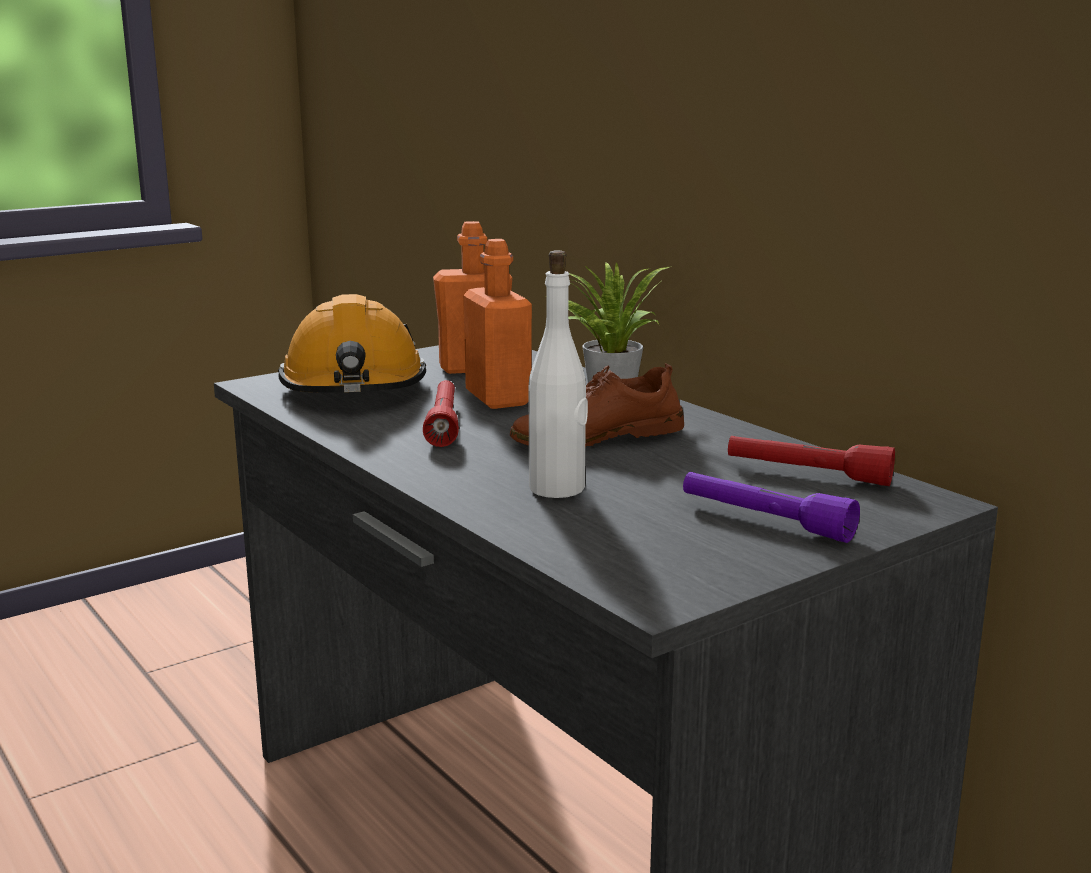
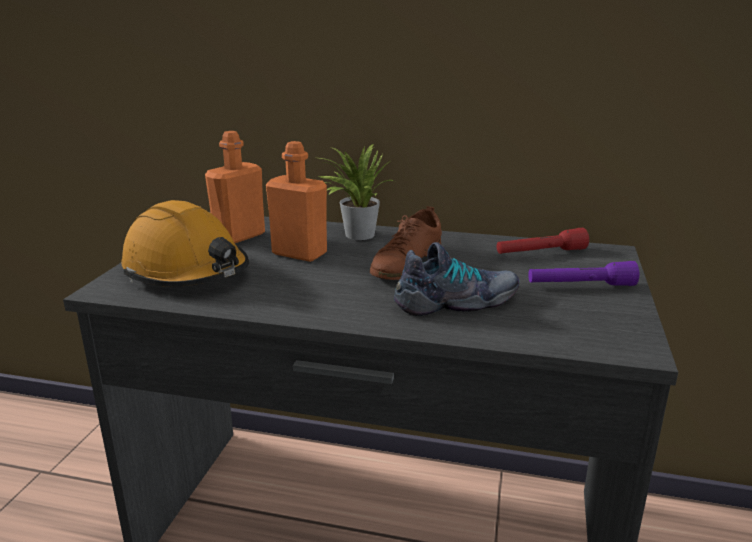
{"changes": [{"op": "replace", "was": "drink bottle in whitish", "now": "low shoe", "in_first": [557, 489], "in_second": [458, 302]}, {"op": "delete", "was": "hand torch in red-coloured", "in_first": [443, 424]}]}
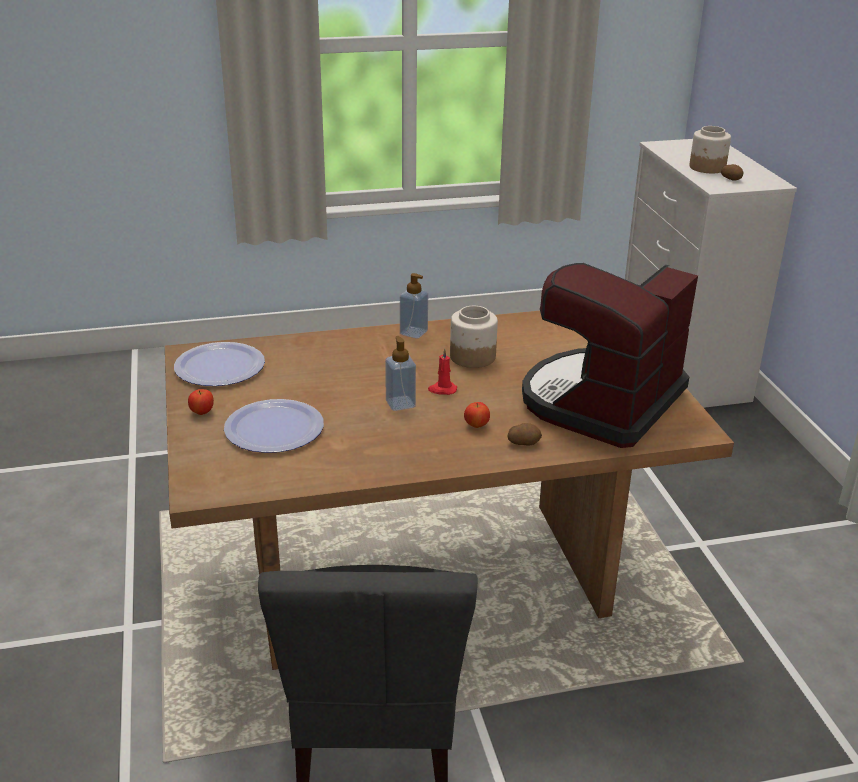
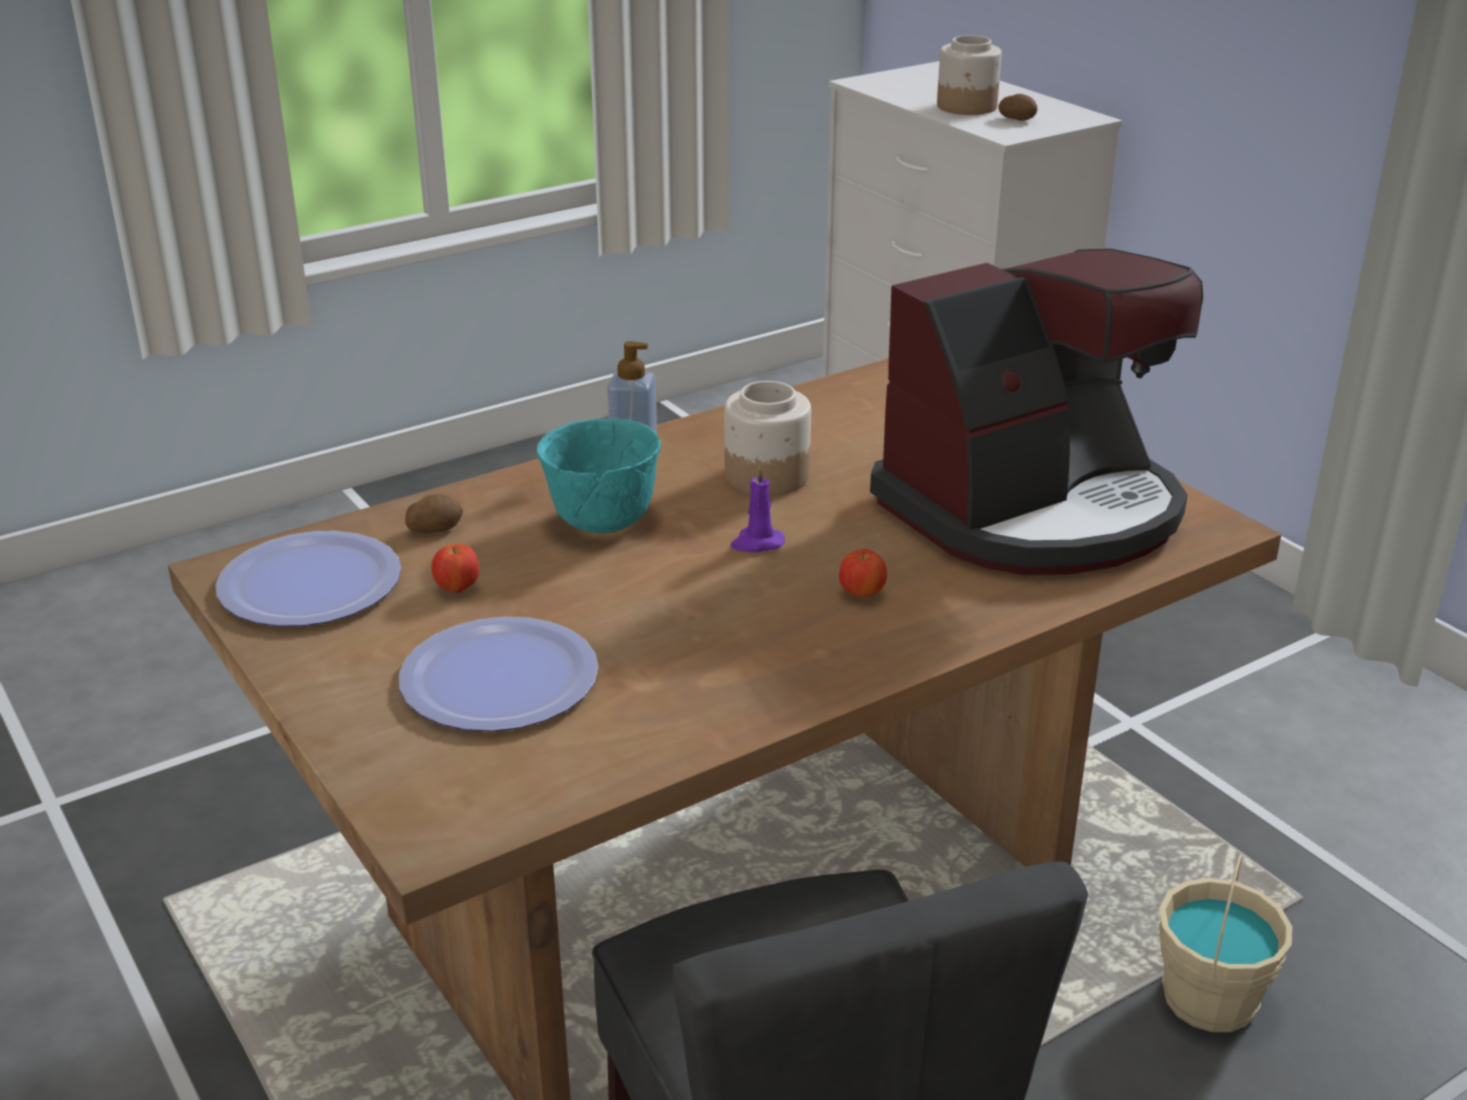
{"changes": [{"op": "move", "was": "spud", "in_first": [523, 442], "in_second": [434, 528]}, {"op": "move", "was": "apple", "in_first": [202, 412], "in_second": [457, 588]}, {"op": "insert", "now": "bowl in blue-green", "in_second": [602, 522]}, {"op": "recolor", "was": "wax candle in red-coloured", "now": "wax candle in purplish", "in_first": [442, 390], "in_second": [756, 543]}, {"op": "rotate", "was": "coffee brewer", "in_first": [601, 402], "in_second": [1033, 510], "clockwise": -135}, {"op": "insert", "now": "water bucket in beige", "in_second": [1208, 998]}, {"op": "delete", "was": "soap bottle", "in_first": [400, 404]}]}
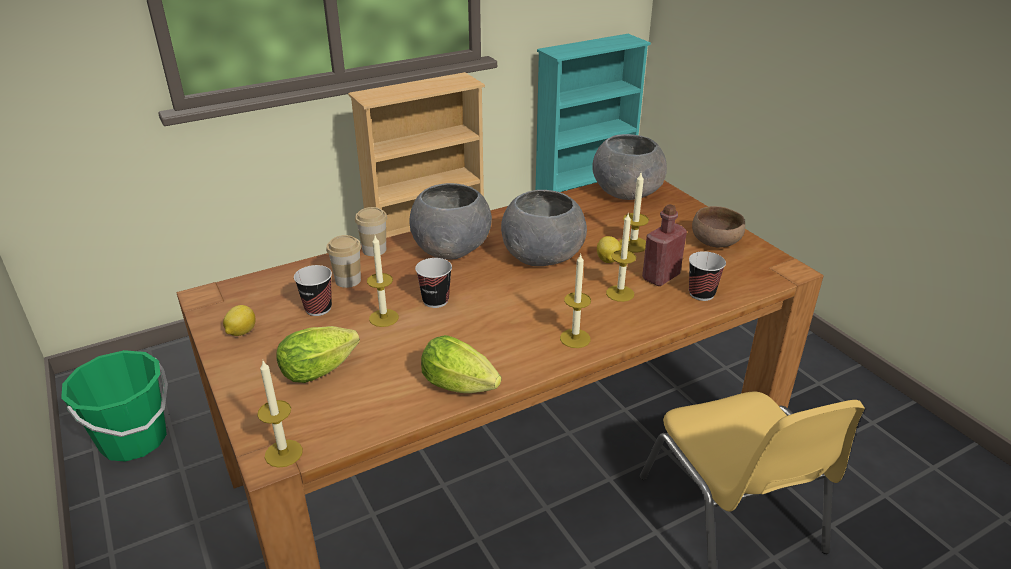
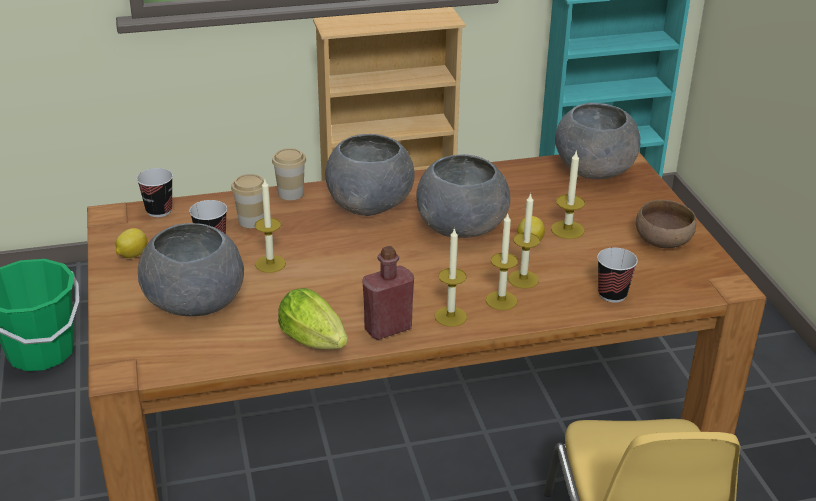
{"changes": [{"op": "move", "was": "cup", "in_first": [435, 301], "in_second": [159, 210]}, {"op": "replace", "was": "lettuce head", "now": "bowl in grey", "in_first": [323, 369], "in_second": [193, 303]}, {"op": "move", "was": "drink bottle in red-coloured", "in_first": [660, 277], "in_second": [388, 328]}, {"op": "move", "was": "wax candle", "in_first": [283, 453], "in_second": [501, 300]}]}
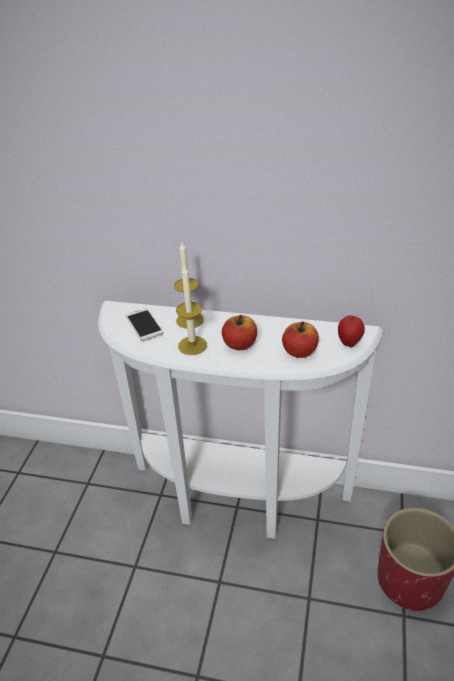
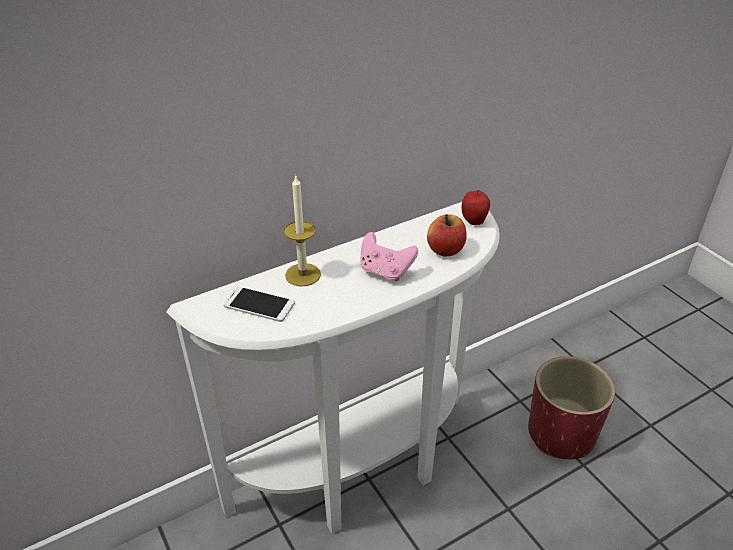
{"changes": [{"op": "replace", "was": "apple", "now": "joypad in pinkish", "in_first": [240, 344], "in_second": [385, 271]}, {"op": "delete", "was": "wax candle", "in_first": [192, 345]}]}
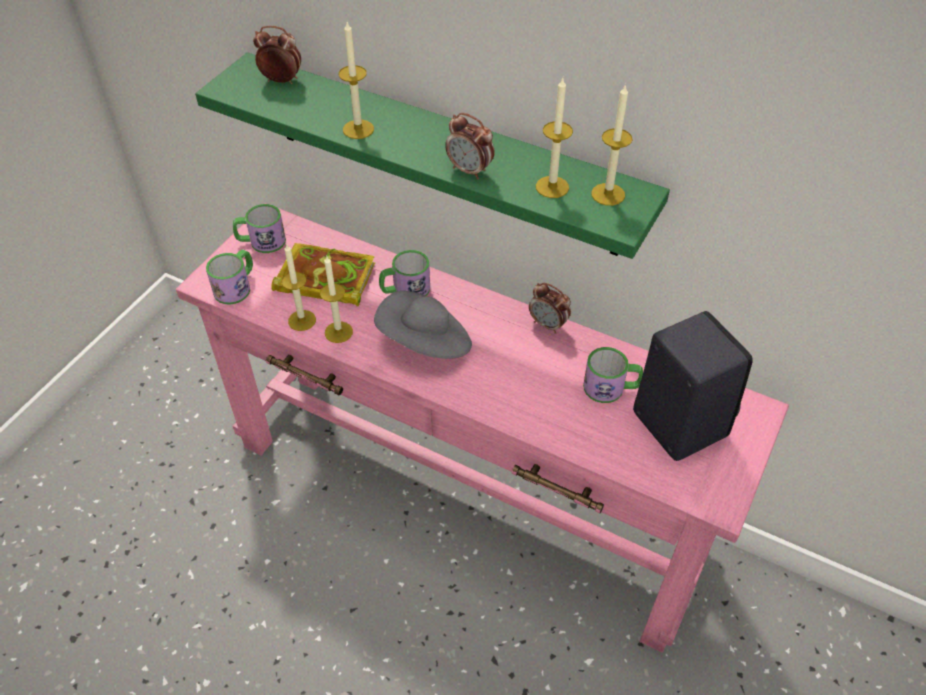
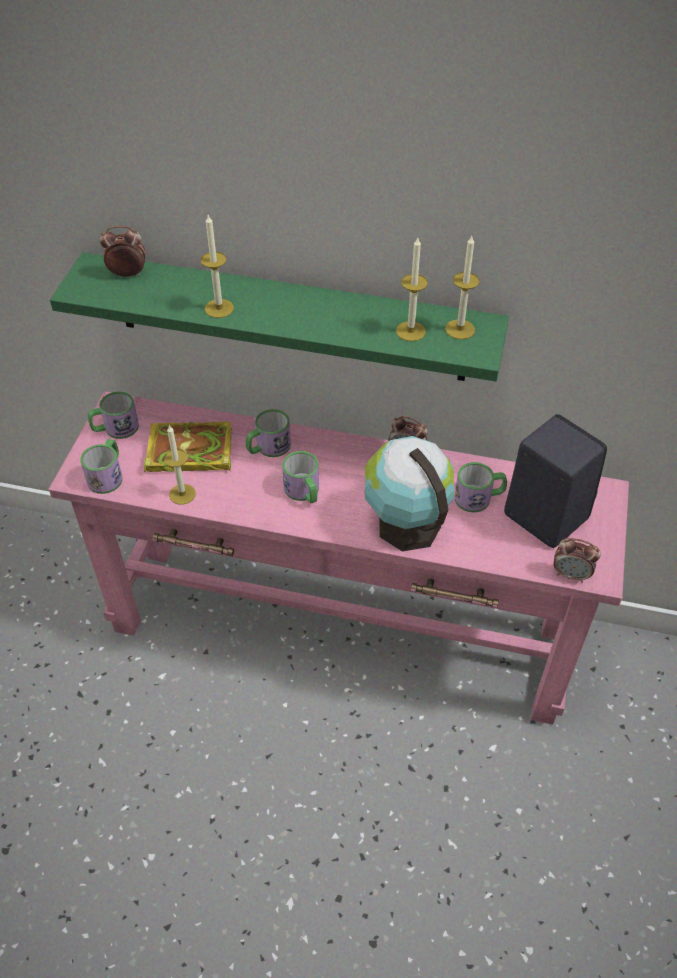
{"changes": [{"op": "replace", "was": "wearable hat in grey", "now": "mug", "in_first": [425, 343], "in_second": [304, 492]}, {"op": "insert", "now": "desk globe", "in_second": [405, 523]}, {"op": "move", "was": "table clock", "in_first": [470, 171], "in_second": [571, 574]}, {"op": "delete", "was": "wax candle", "in_first": [338, 332]}]}
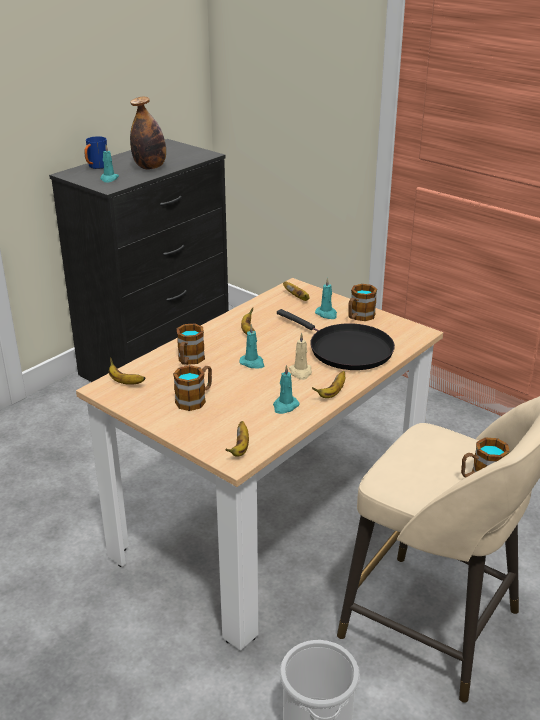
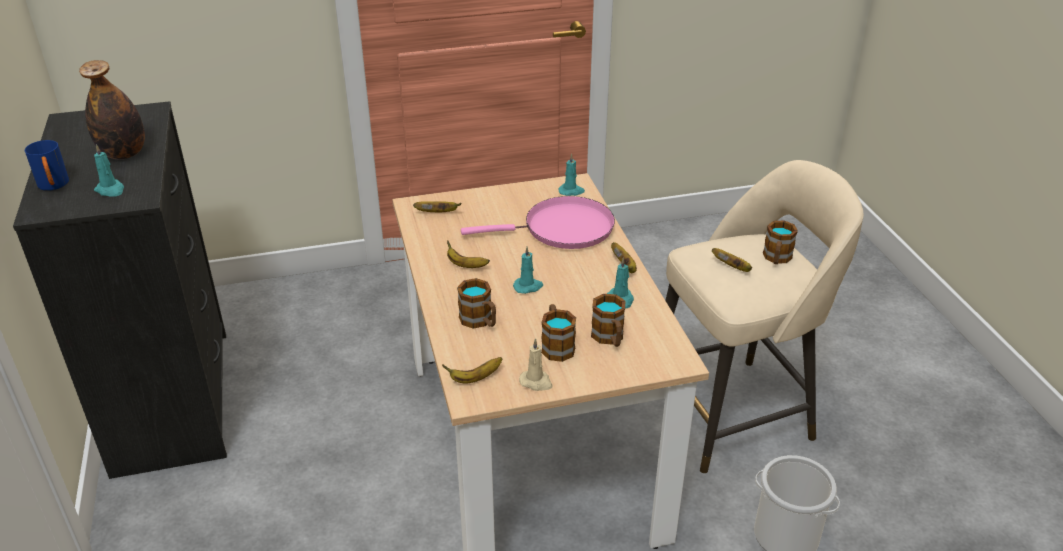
{"changes": [{"op": "recolor", "was": "skillet in blackish", "now": "skillet in pinkish", "in_first": [346, 350], "in_second": [562, 229]}, {"op": "move", "was": "wax candle in beige", "in_first": [300, 372], "in_second": [536, 382]}, {"op": "move", "was": "wax candle in blue-green", "in_first": [326, 314], "in_second": [571, 191]}, {"op": "move", "was": "mug", "in_first": [359, 317], "in_second": [609, 338]}, {"op": "move", "was": "whole banana", "in_first": [240, 448], "in_second": [732, 267]}]}
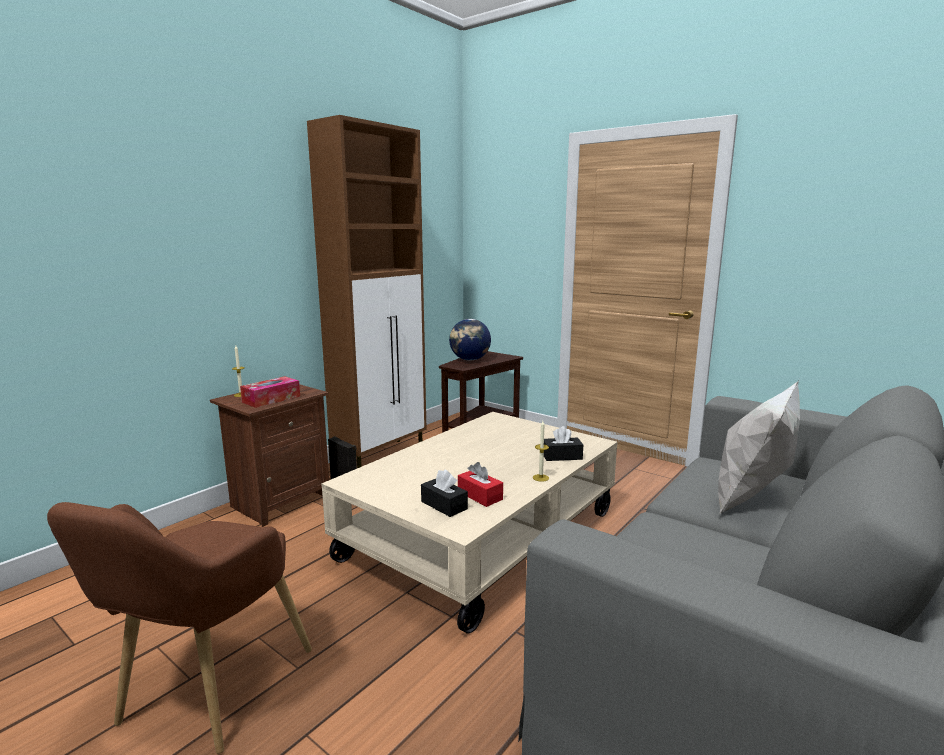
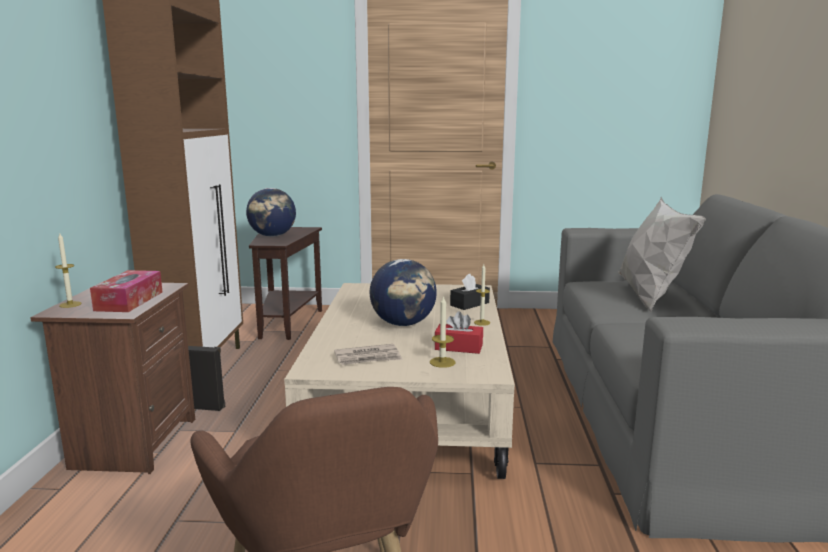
{"changes": [{"op": "insert", "now": "daily paper", "in_second": [368, 358]}, {"op": "insert", "now": "desk globe", "in_second": [403, 324]}, {"op": "replace", "was": "tissue holder in blackish", "now": "wax candle", "in_first": [444, 505], "in_second": [442, 362]}]}
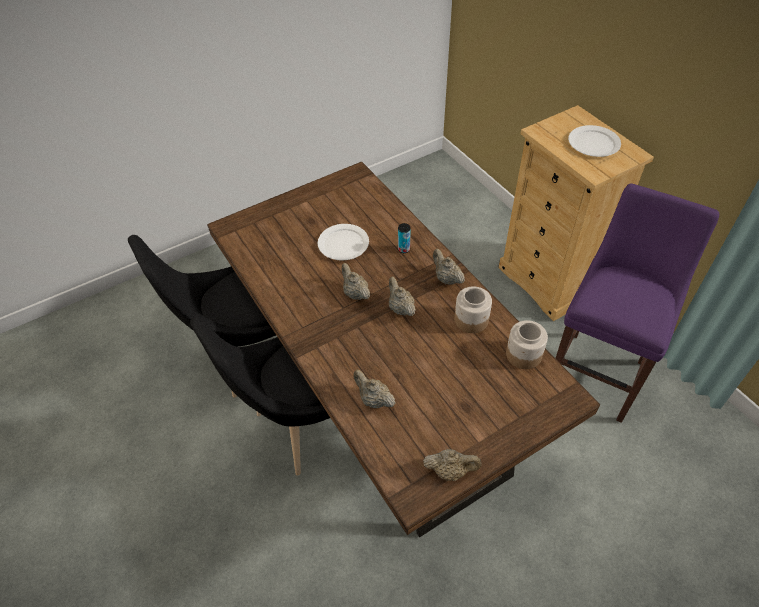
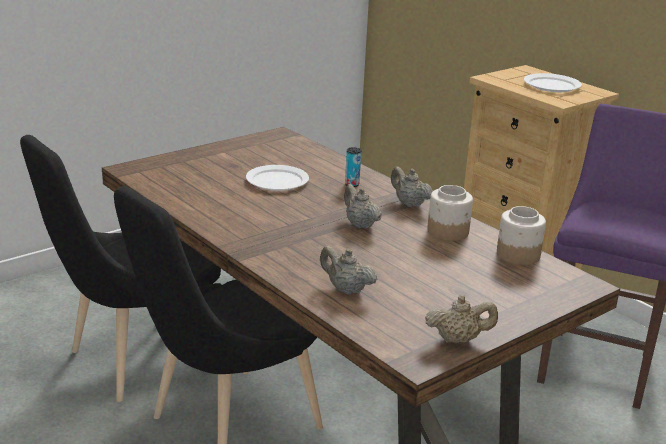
{"changes": [{"op": "delete", "was": "pot for tea in beige", "in_first": [355, 293]}]}
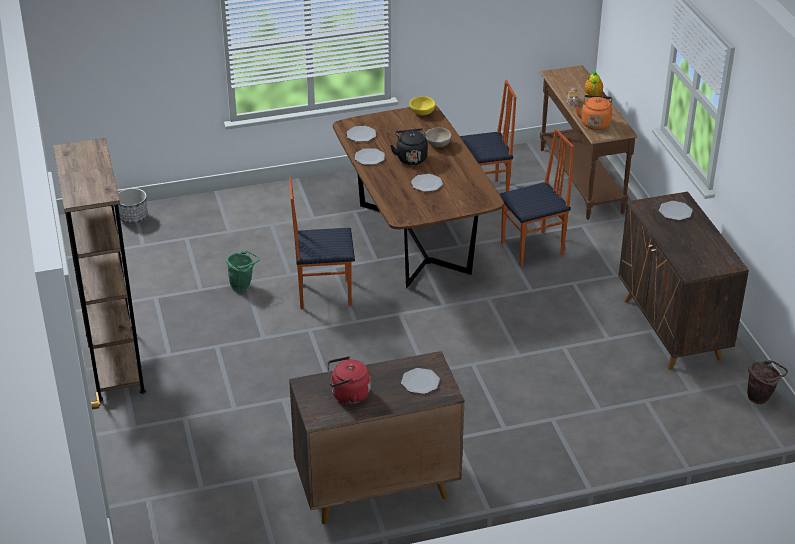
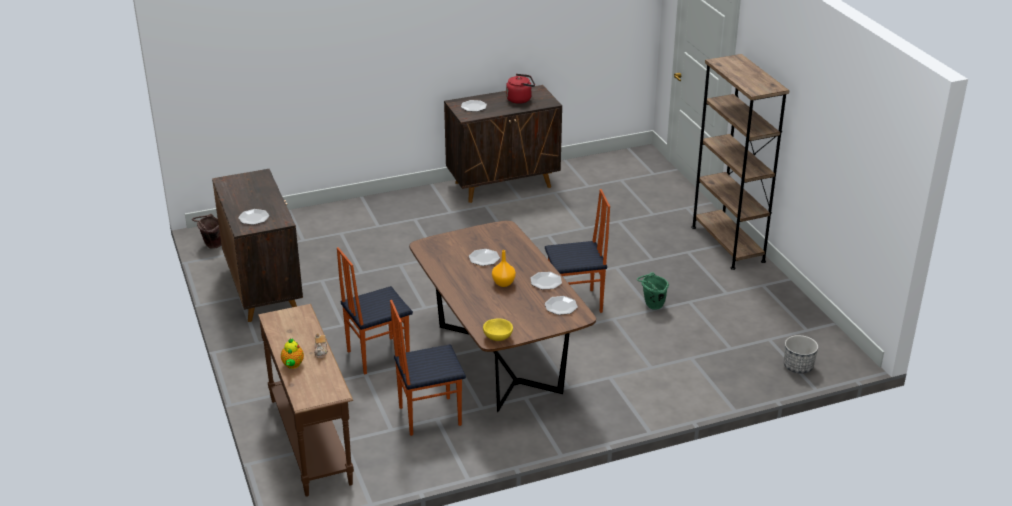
{"changes": [{"op": "replace", "was": "kettle in blackish", "now": "decorative vase in orange", "in_first": [411, 158], "in_second": [503, 283]}, {"op": "delete", "was": "bowl in beige", "in_first": [437, 144]}, {"op": "delete", "was": "kettle in orange", "in_first": [595, 123]}]}
